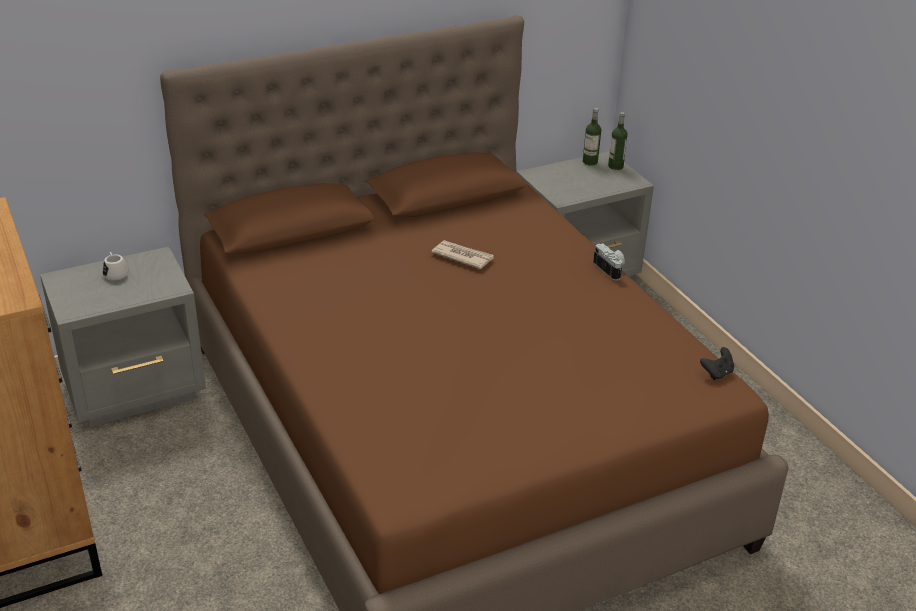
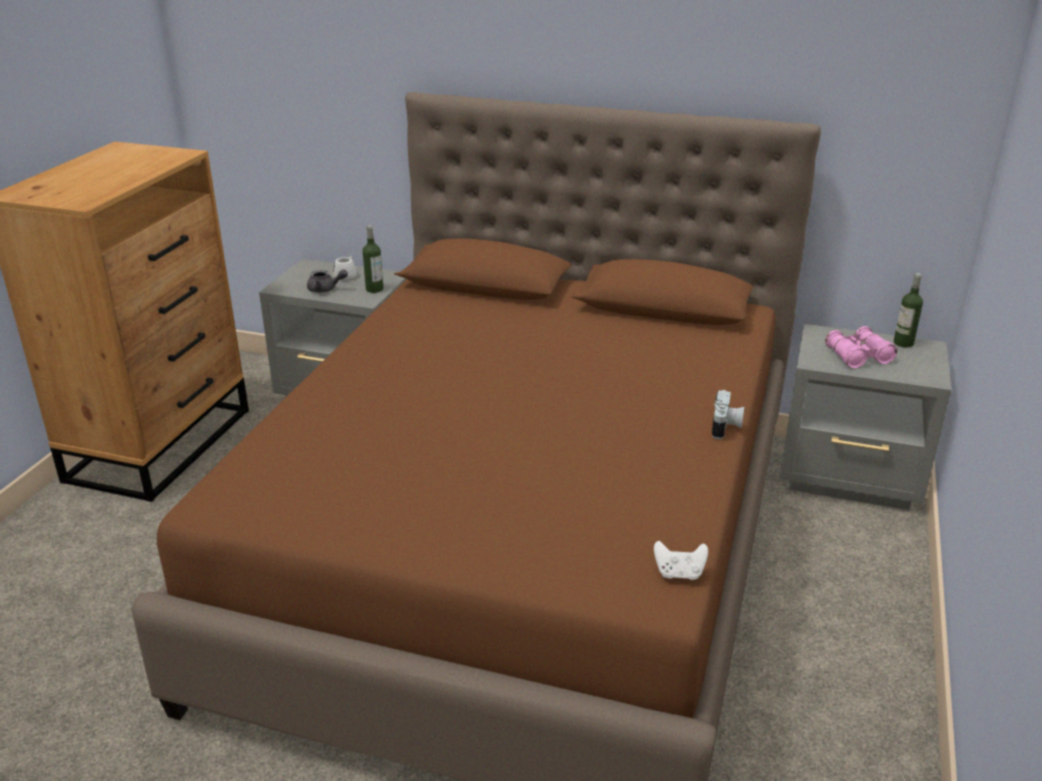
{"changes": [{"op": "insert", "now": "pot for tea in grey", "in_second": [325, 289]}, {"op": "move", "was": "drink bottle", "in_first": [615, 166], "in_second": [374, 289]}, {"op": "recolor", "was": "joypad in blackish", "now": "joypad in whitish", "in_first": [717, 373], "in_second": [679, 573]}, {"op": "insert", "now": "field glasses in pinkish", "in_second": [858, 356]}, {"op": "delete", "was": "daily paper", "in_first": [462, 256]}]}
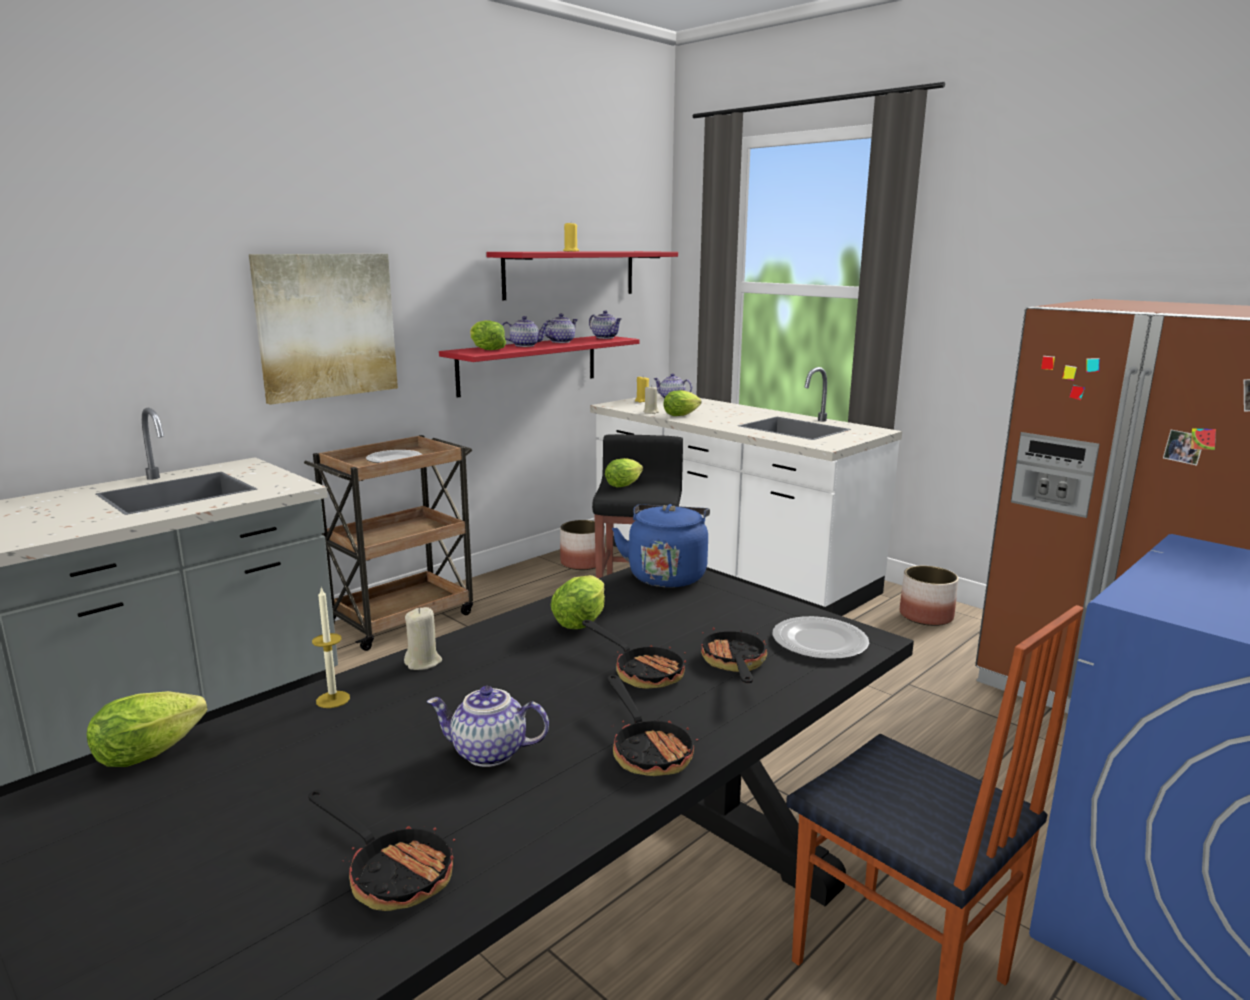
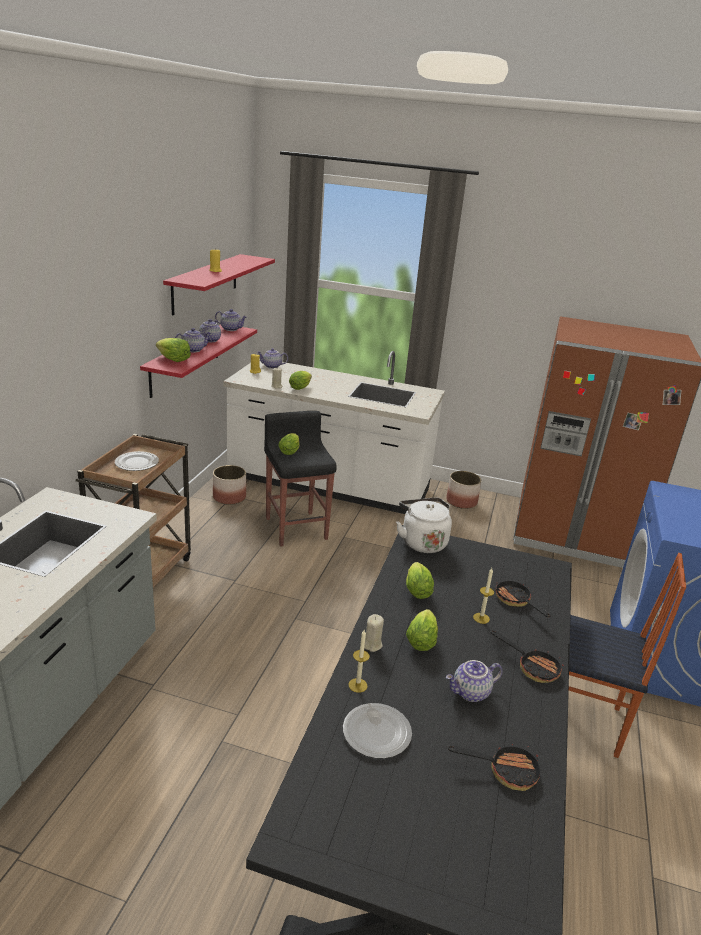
{"changes": [{"op": "move", "was": "plate", "in_first": [820, 641], "in_second": [377, 731]}, {"op": "recolor", "was": "kettle in blue", "now": "kettle in whitish", "in_first": [667, 575], "in_second": [422, 542]}, {"op": "move", "was": "lettuce head", "in_first": [155, 751], "in_second": [421, 639]}, {"op": "replace", "was": "skillet", "now": "wax candle", "in_first": [641, 671], "in_second": [481, 618]}, {"op": "delete", "was": "wall picture", "in_first": [326, 326]}]}
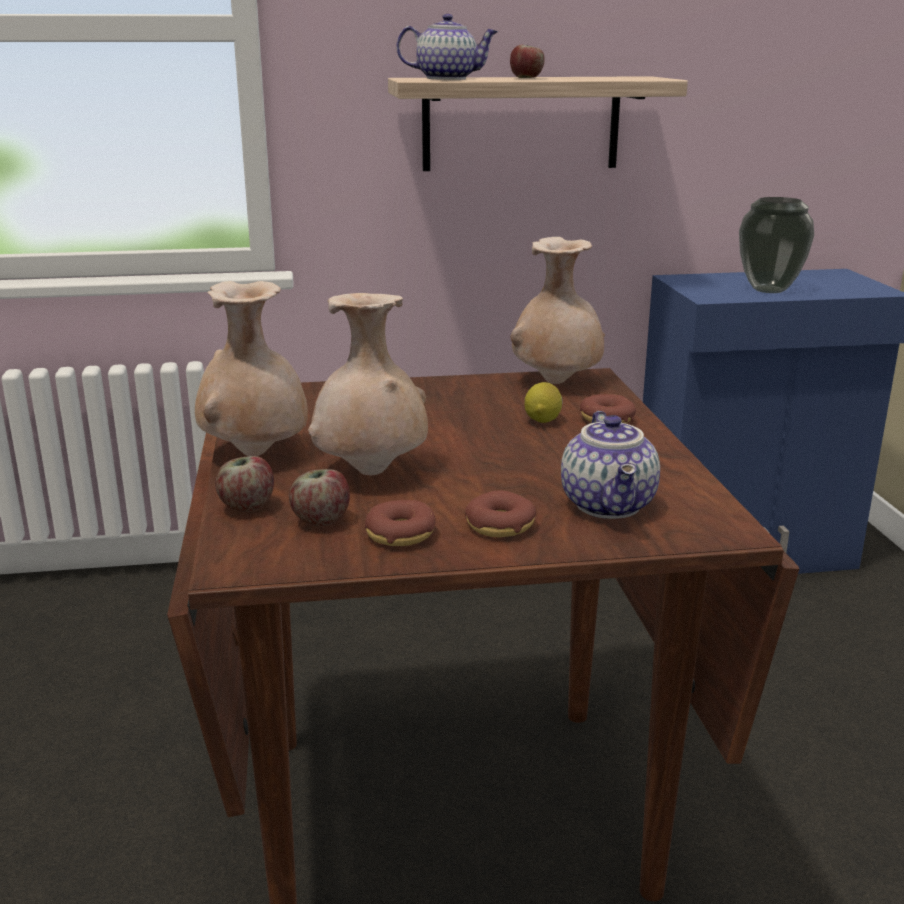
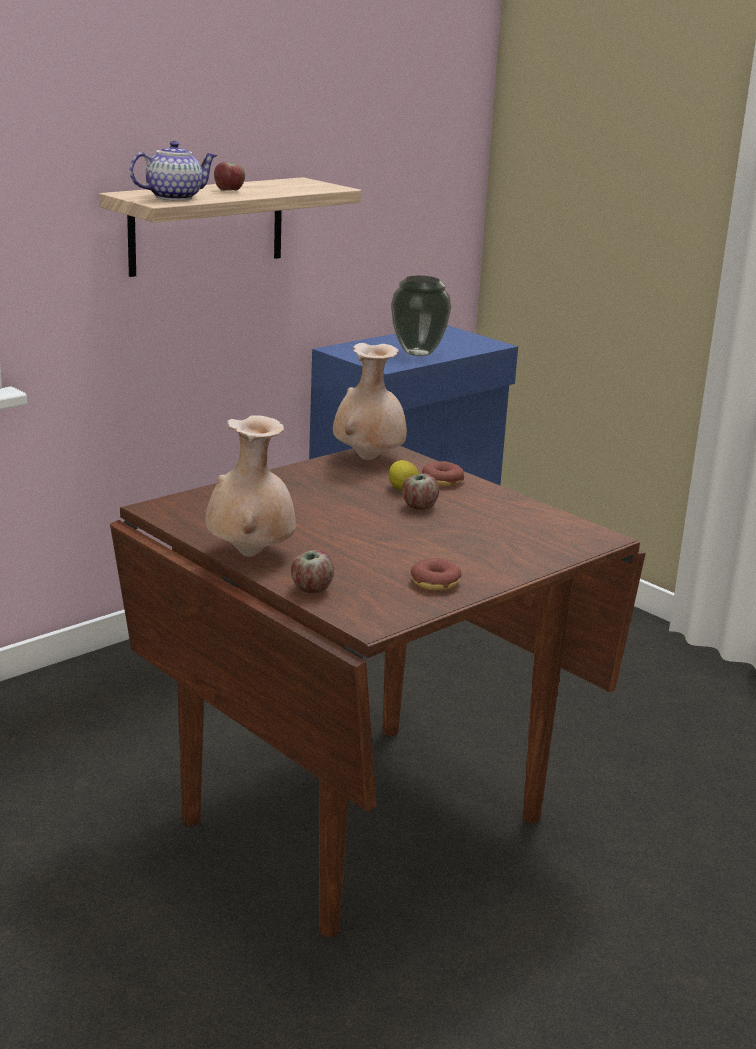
{"changes": [{"op": "move", "was": "apple", "in_first": [320, 520], "in_second": [419, 507]}, {"op": "delete", "was": "decorative vase in beige", "in_first": [371, 472]}, {"op": "delete", "was": "donut", "in_first": [500, 525]}, {"op": "delete", "was": "pot for tea", "in_first": [610, 505]}]}
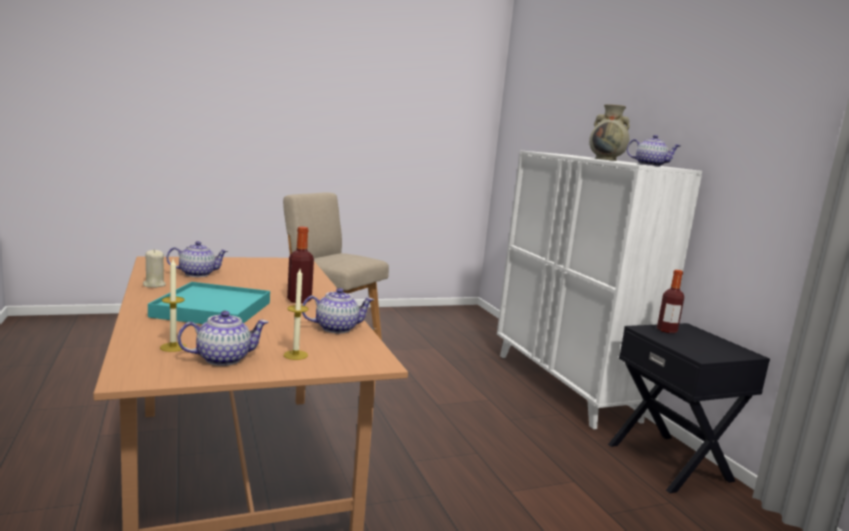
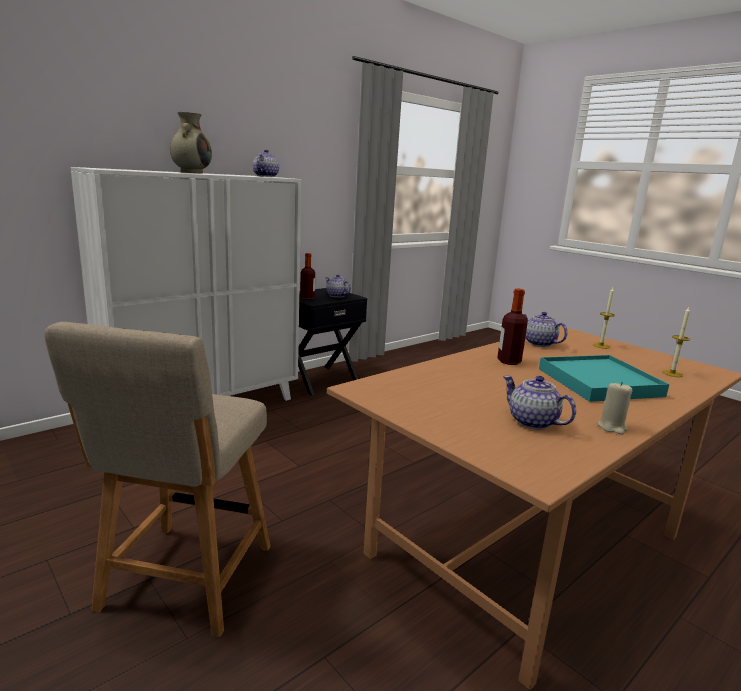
{"changes": [{"op": "move", "was": "pot for tea", "in_first": [224, 358], "in_second": [336, 295]}]}
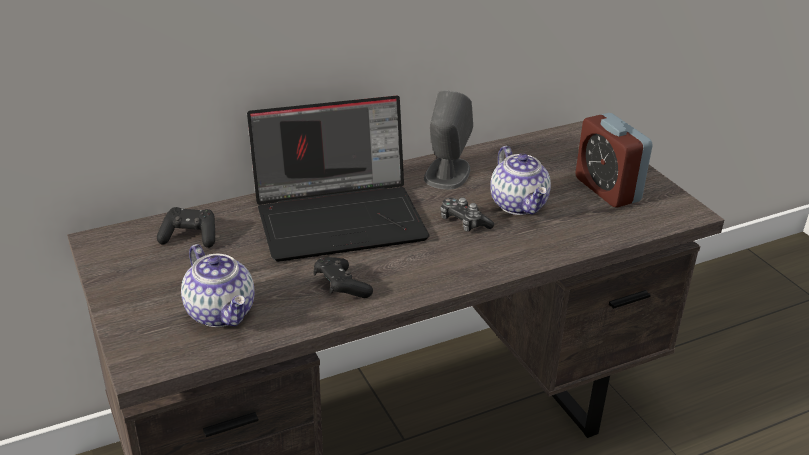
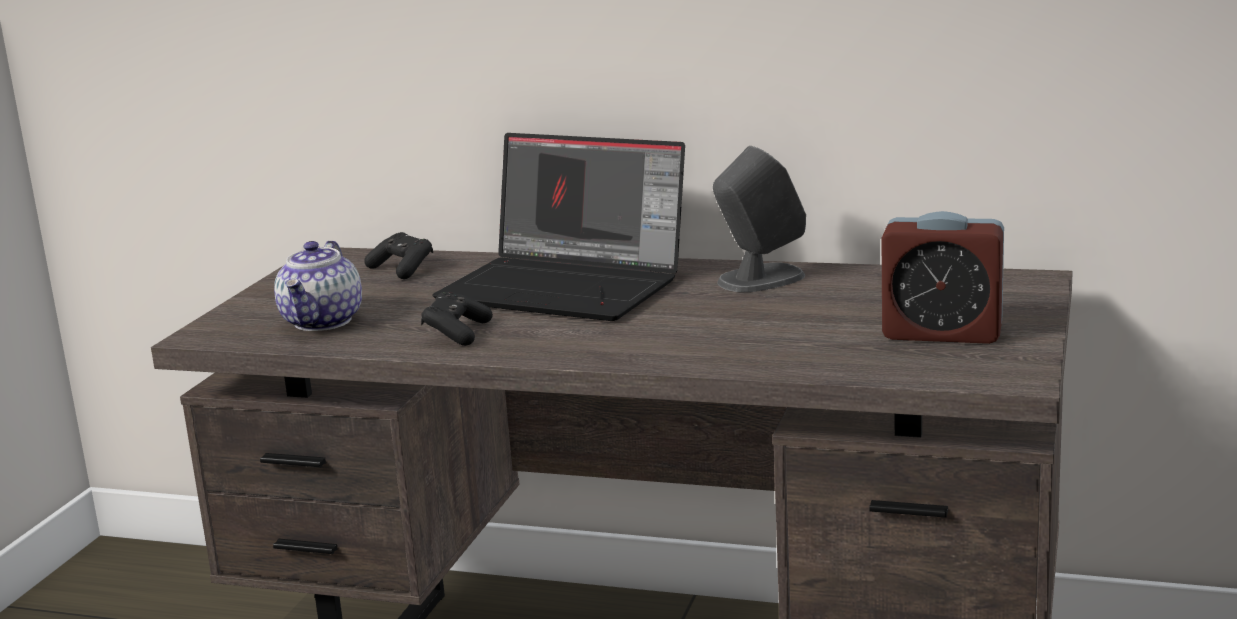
{"changes": [{"op": "rotate", "was": "table clock", "in_first": [607, 189], "in_second": [942, 333], "clockwise": -90}, {"op": "delete", "was": "joypad", "in_first": [463, 222]}, {"op": "delete", "was": "pot for tea", "in_first": [519, 205]}]}
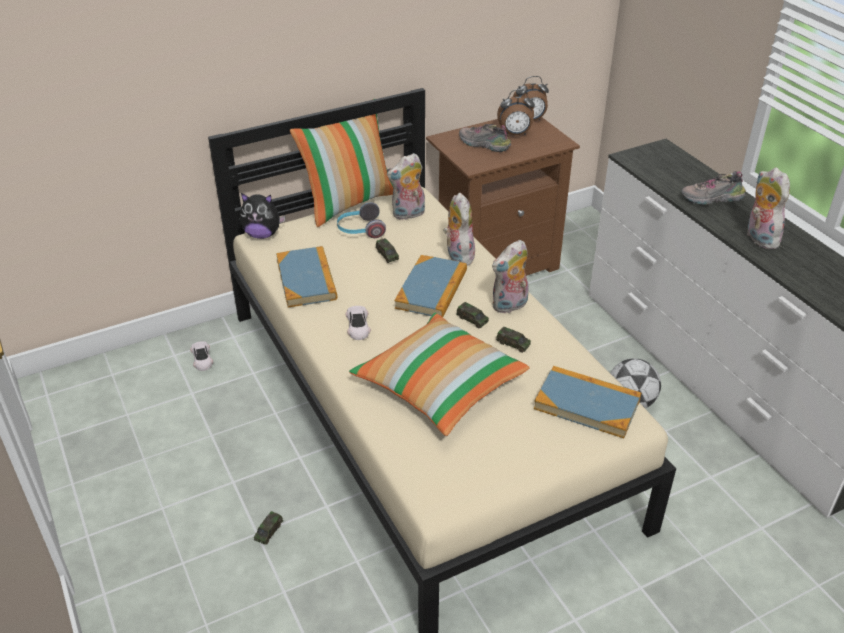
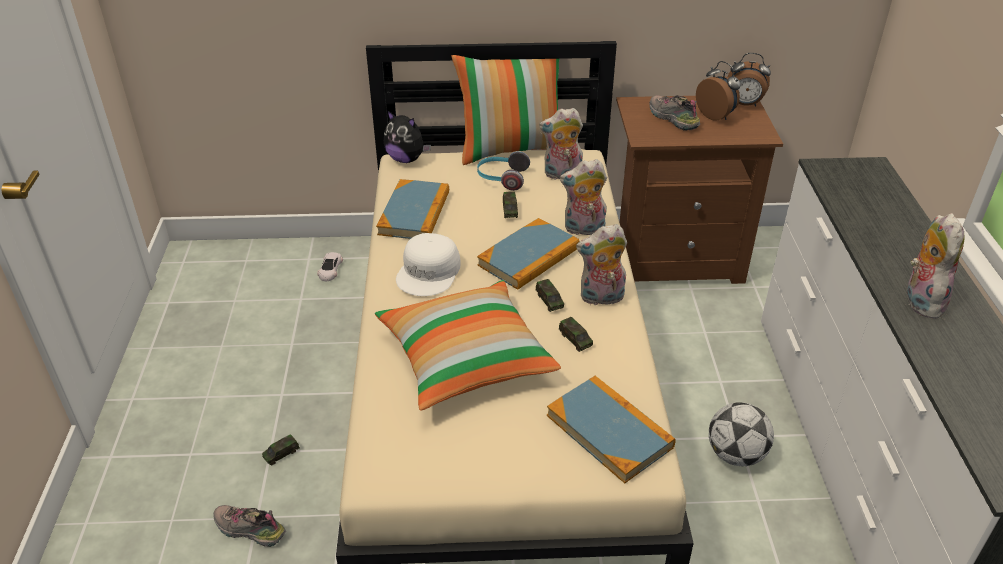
{"changes": [{"op": "move", "was": "low shoe", "in_first": [711, 199], "in_second": [248, 530]}, {"op": "replace", "was": "model car in whitish", "now": "baseball cap in whitish", "in_first": [358, 326], "in_second": [429, 272]}, {"op": "rotate", "was": "plush toy", "in_first": [457, 255], "in_second": [583, 230], "clockwise": -105}, {"op": "rotate", "was": "table clock", "in_first": [515, 134], "in_second": [716, 115], "clockwise": -150}]}
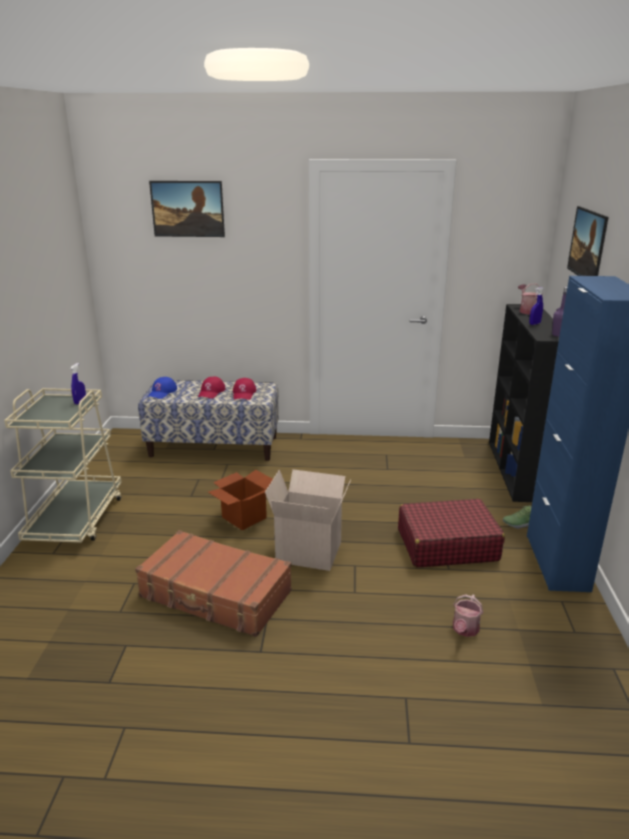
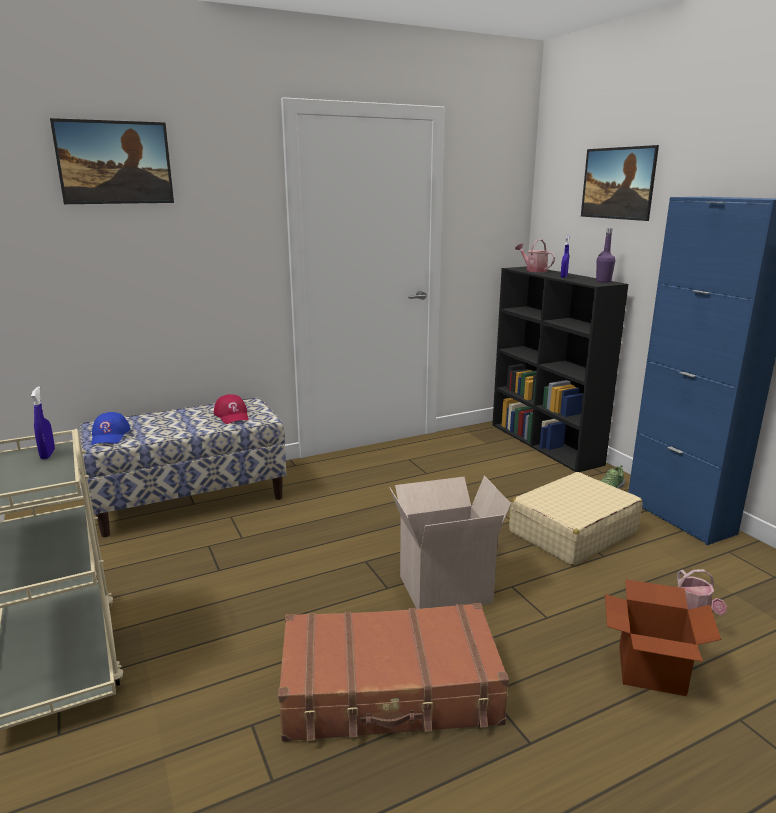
{"changes": [{"op": "recolor", "was": "travel case in red-coloured", "now": "travel case in beige", "in_first": [446, 545], "in_second": [572, 532]}, {"op": "move", "was": "carton", "in_first": [244, 517], "in_second": [651, 670]}, {"op": "delete", "was": "baseball cap in red-coloured", "in_first": [211, 392]}]}
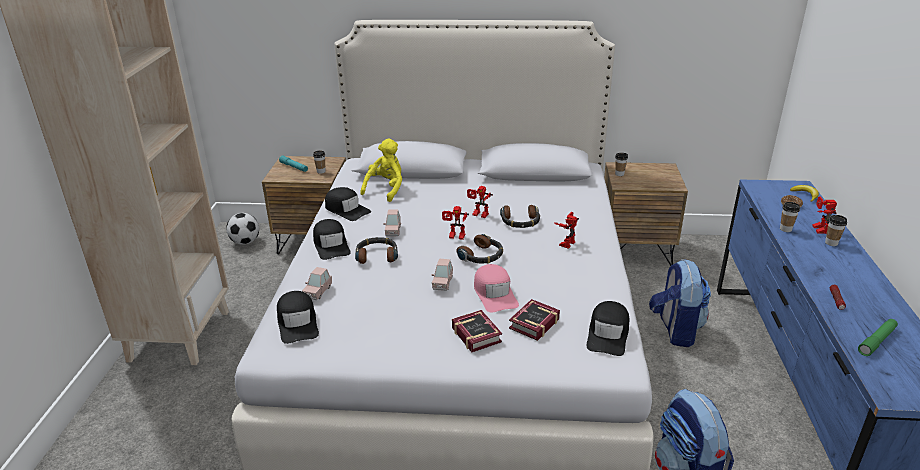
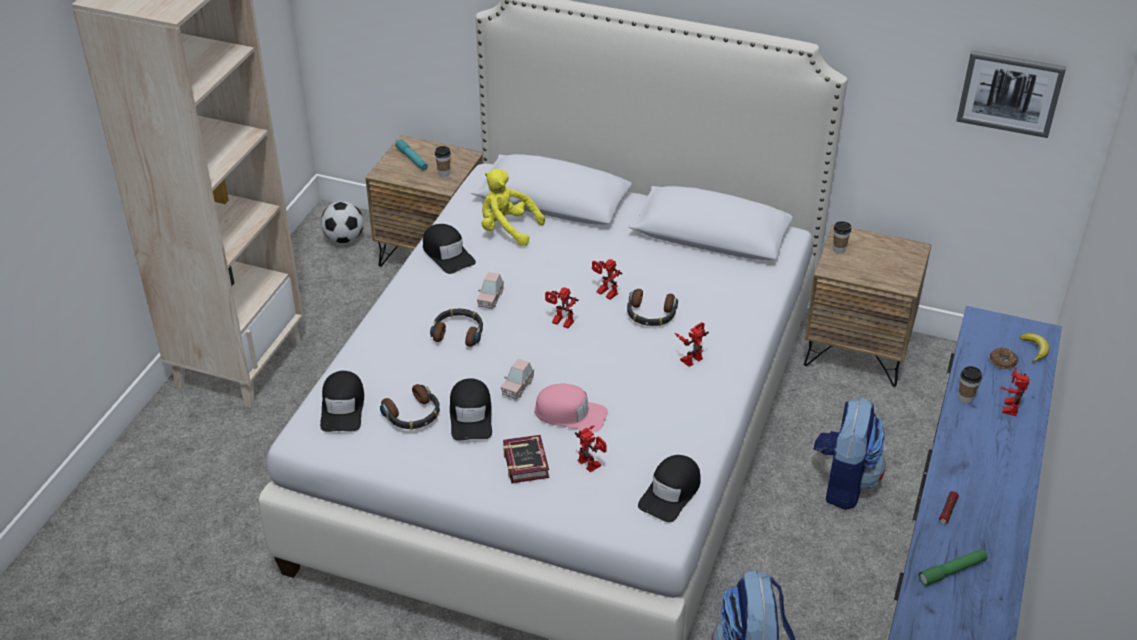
{"changes": [{"op": "move", "was": "headphones", "in_first": [482, 256], "in_second": [413, 414]}, {"op": "move", "was": "baseball cap in blackish", "in_first": [331, 245], "in_second": [471, 415]}, {"op": "rotate", "was": "plush toy in yellow-coloured", "in_first": [386, 189], "in_second": [507, 229], "clockwise": -105}, {"op": "rotate", "was": "baseball cap in pinkish", "in_first": [495, 294], "in_second": [570, 414], "clockwise": -75}, {"op": "replace", "was": "book", "now": "robot figure", "in_first": [532, 324], "in_second": [592, 463]}, {"op": "insert", "now": "wall picture", "in_second": [1010, 93]}, {"op": "delete", "was": "model car in pinkish", "in_first": [318, 292]}, {"op": "delete", "was": "cup", "in_first": [831, 243]}]}
